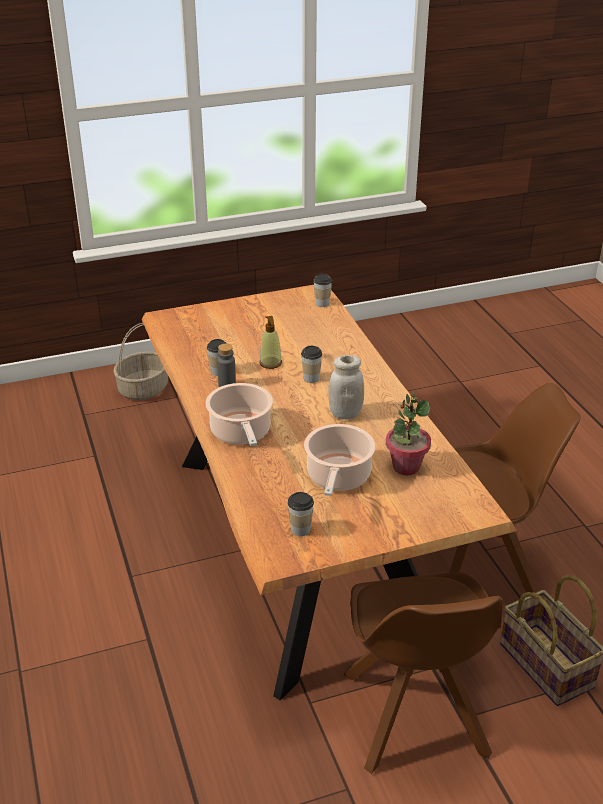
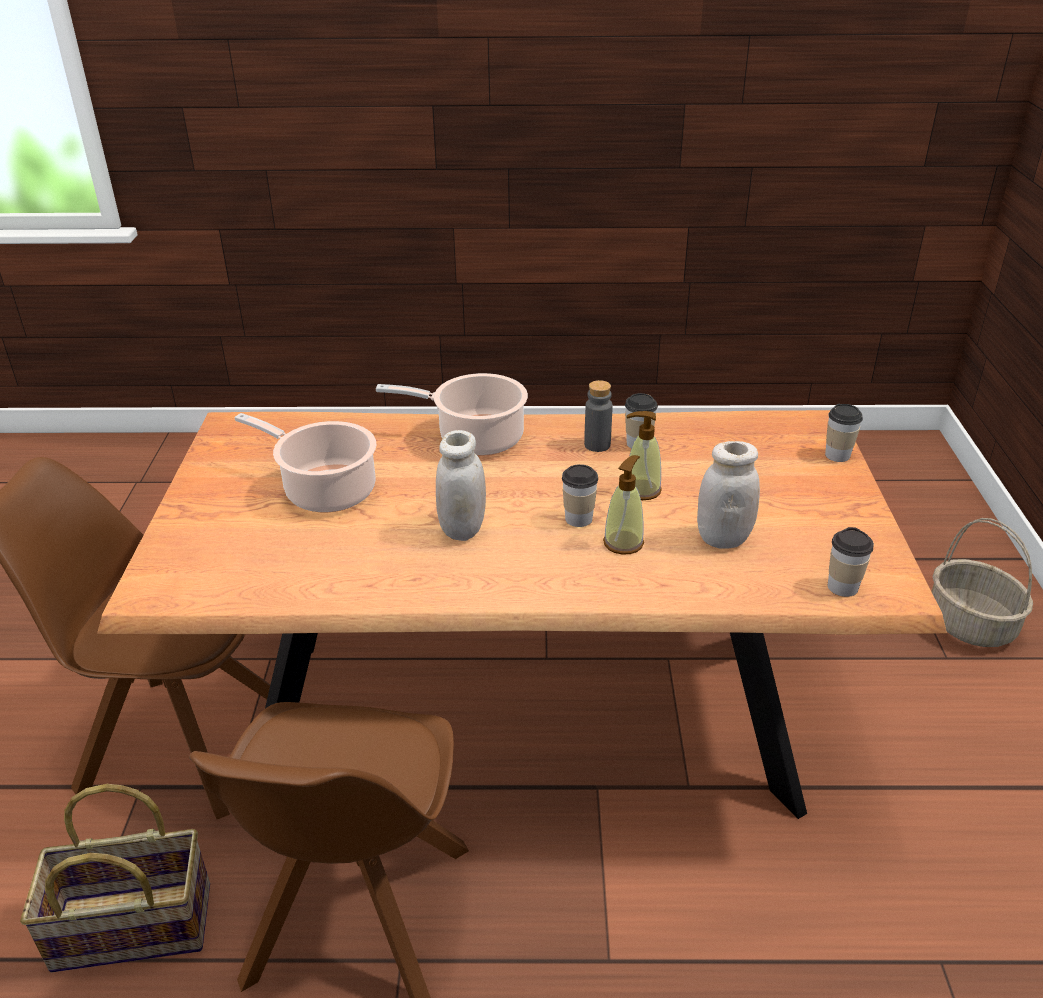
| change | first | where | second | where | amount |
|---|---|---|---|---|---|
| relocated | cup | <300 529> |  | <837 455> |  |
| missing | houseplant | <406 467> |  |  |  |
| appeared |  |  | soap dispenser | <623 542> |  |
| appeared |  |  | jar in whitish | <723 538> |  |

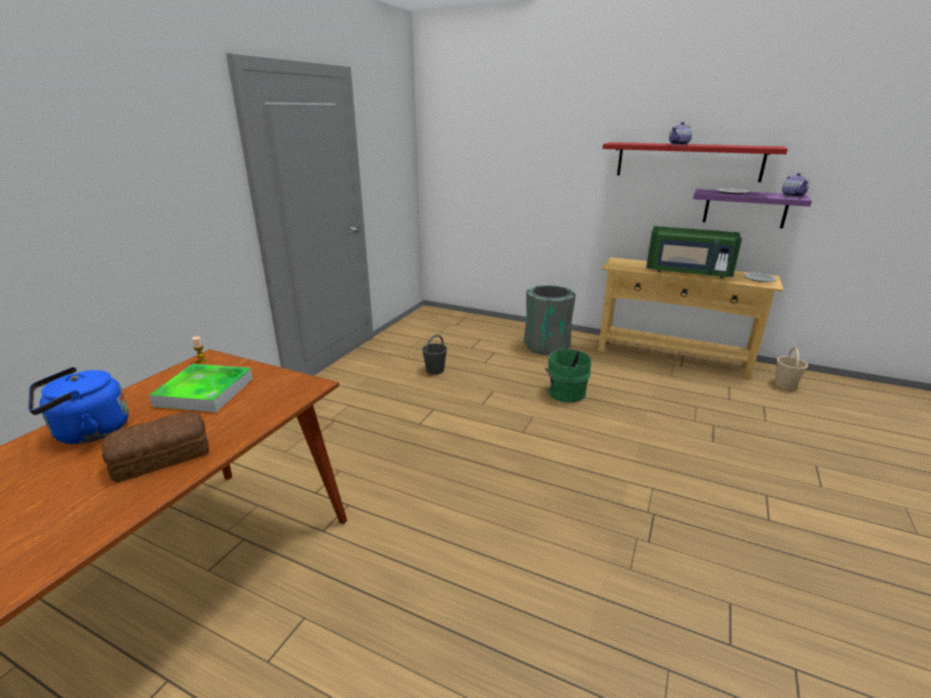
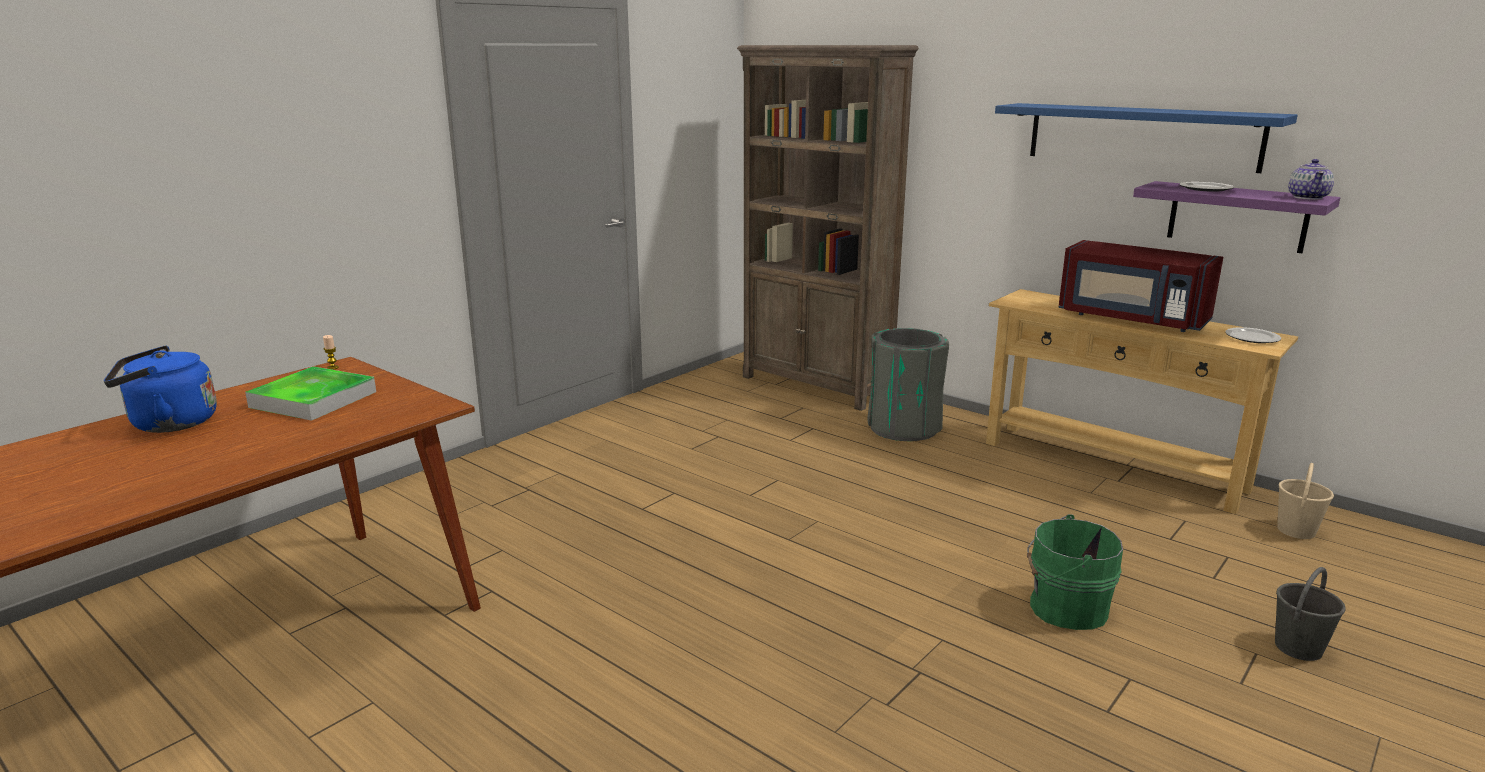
| change | first | where | second | where | amount |
|---|---|---|---|---|---|
| missing | baked bread | <163 457> |  |  |  |
| relocated | pail in gray | <435 370> |  | <1298 647> |  |
| relocated | pail in greenish | <564 392> |  | <1064 607> |  |
| colour | bracket shelf in red | <688 161> | bracket shelf in blue-coloured | <1141 136> |  |
| colour | microwave oven in greenish | <688 272> | microwave oven in red | <1131 319> |  |
| missing | pot for tea | <679 144> |  |  |  |
| appeared |  |  | shelving unit in brownish | <816 385> |  |

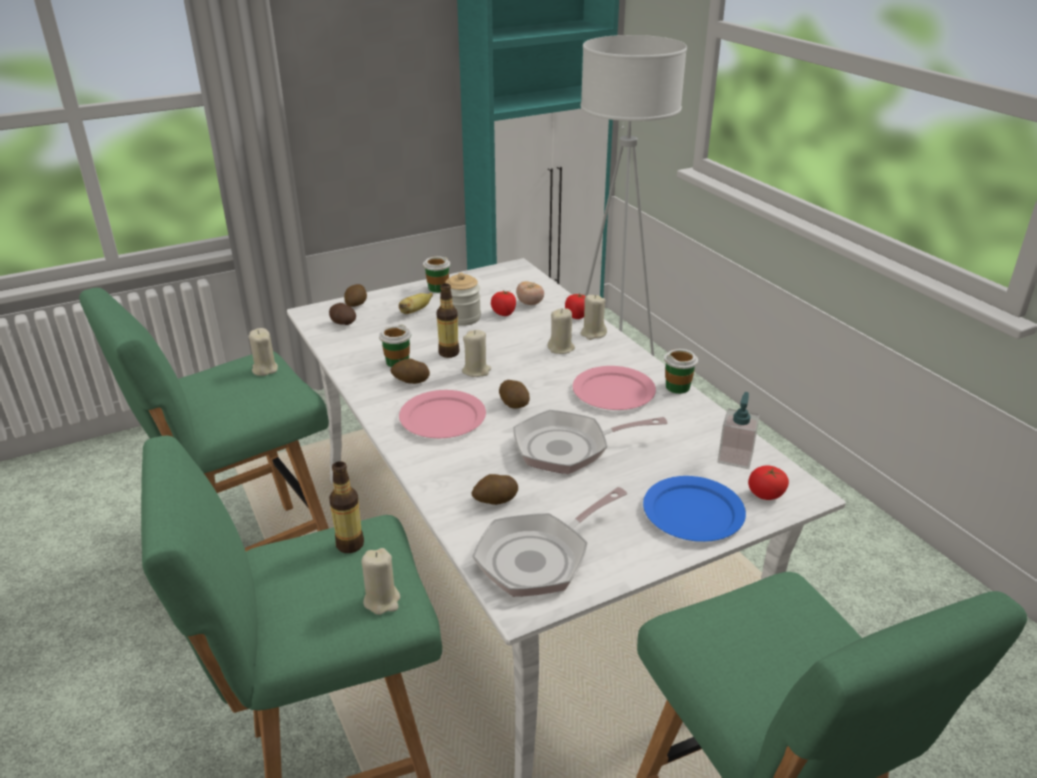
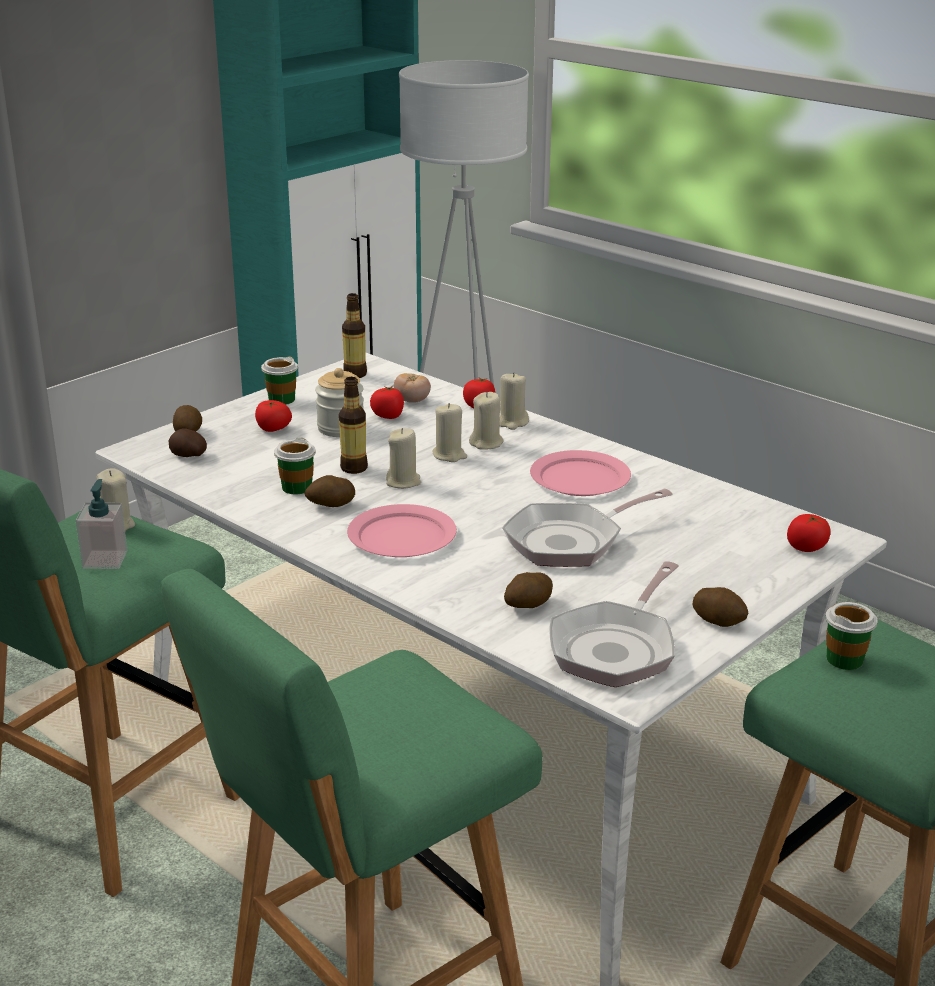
| change | first | where | second | where | amount |
|---|---|---|---|---|---|
| relocated | bottle | <350 544> |  | <355 374> |  |
| relocated | wax candle in beige-coloured | <382 600> |  | <449 455> |  |
| exchanged | banana | <415 311> | whole tomato | <273 429> |  |
| relocated | whole potato | <514 404> |  | <719 621> |  |
| missing | plate in blue-coloured | <693 512> |  |  |  |
| relocated | cup | <678 387> |  | <845 659> |  |
| relocated | soap dispenser | <735 457> |  | <105 559> |  |

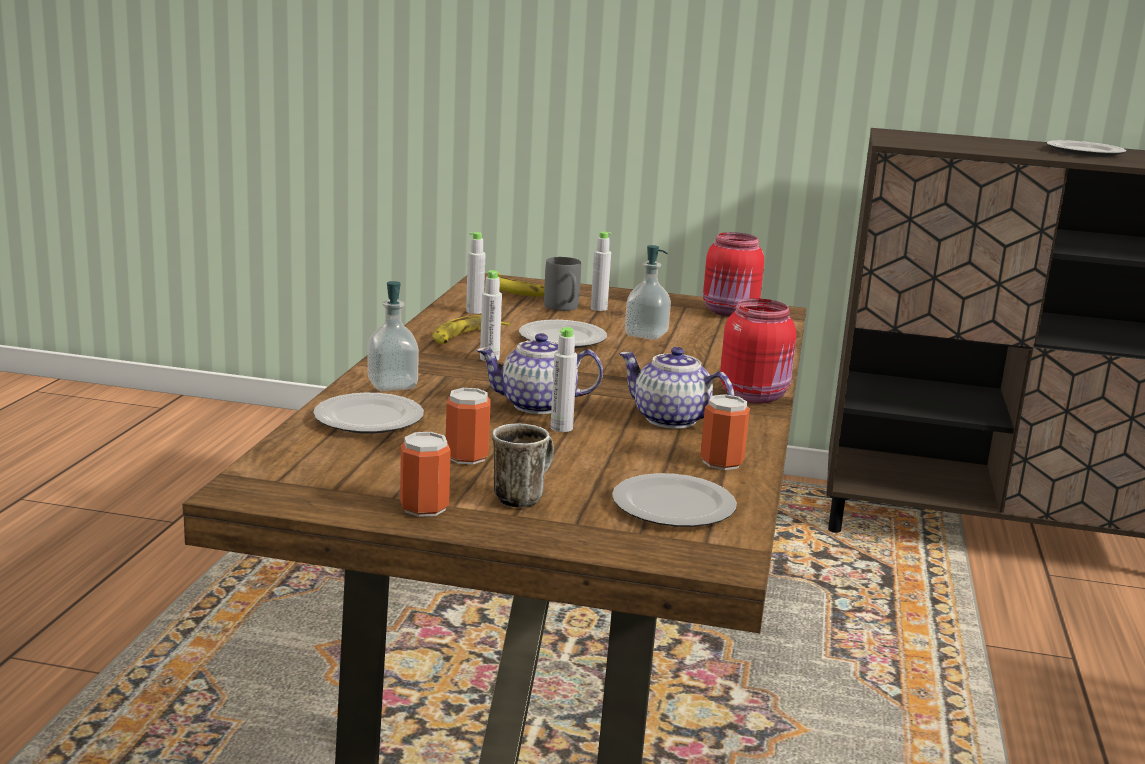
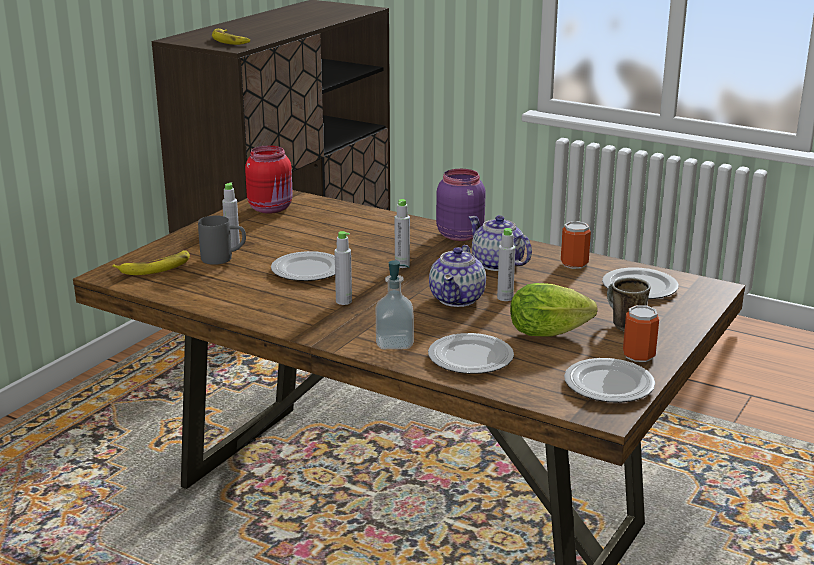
| change | first | where | second | where | amount |
|---|---|---|---|---|---|
| relocated | banana | <466 337> |  | <230 41> |  |
| exchanged | sealed can | <466 457> | head of lettuce | <552 333> |  |
| relocated | bottle in gray | <474 311> |  | <402 265> |  |
| spun | pot for tea | <671 419> |  | <497 264> | 90 degrees clockwise |
| missing | soap dispenser | <646 335> |  |  |  |
| colour | jar in red | <755 396> | jar in purple | <460 235> |  |
| relocated | plate | <1085 152> |  | <608 385> |  |

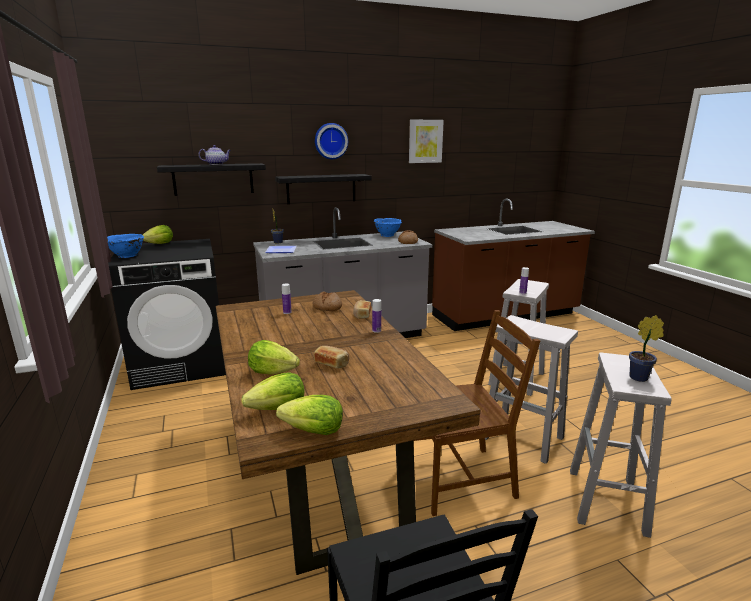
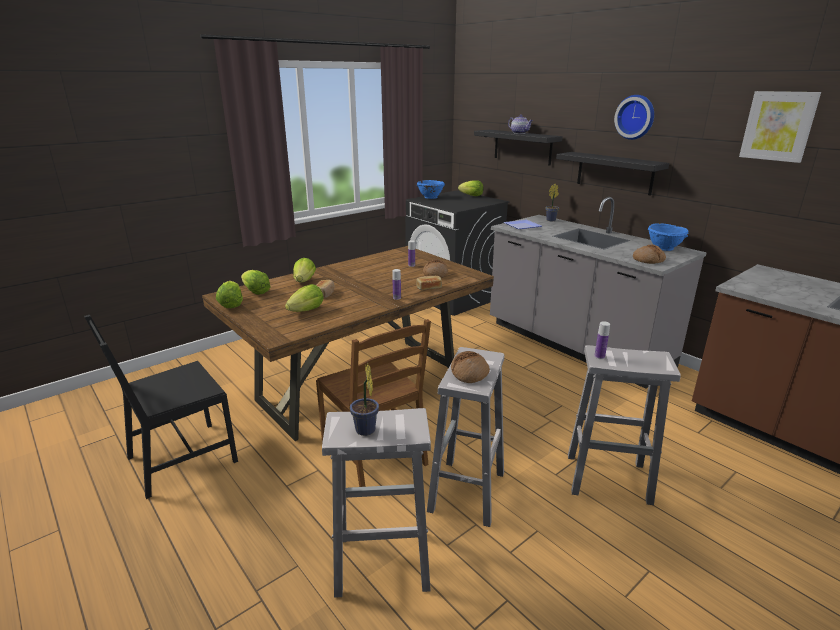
| change | first | where | second | where | amount |
|---|---|---|---|---|---|
| appeared |  |  | head of lettuce | <307 311> |  |
| appeared |  |  | baked bread | <469 373> |  |

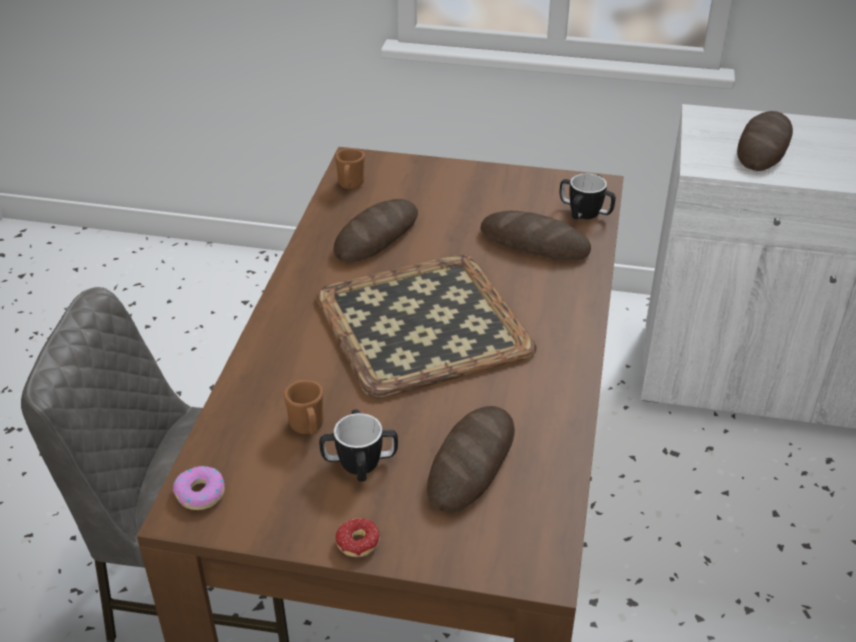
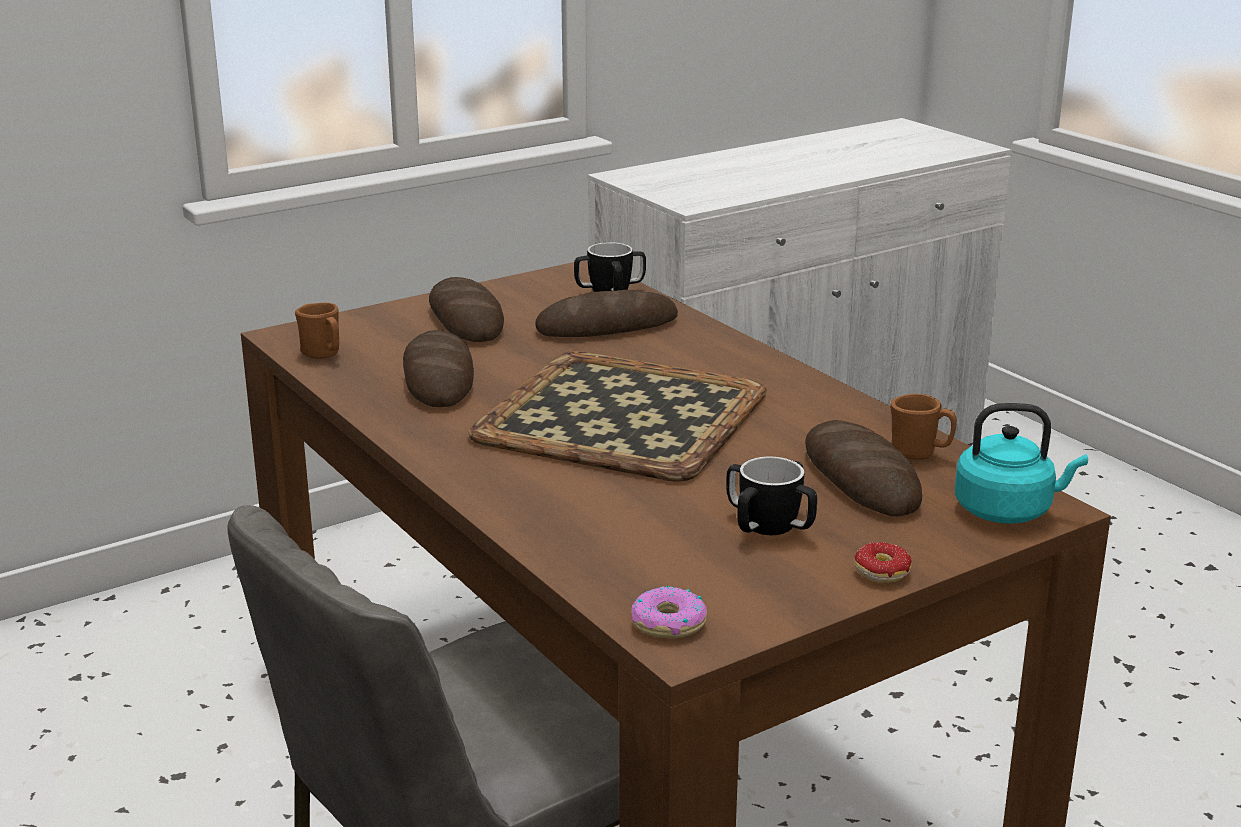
| change | first | where | second | where | amount |
|---|---|---|---|---|---|
| relocated | coffee mug in brownish | <308 427> |  | <919 453> |  |
| relocated | baked bread | <763 147> |  | <466 319> |  |
| appeared |  |  | kettle in turquoise | <1008 511> |  |

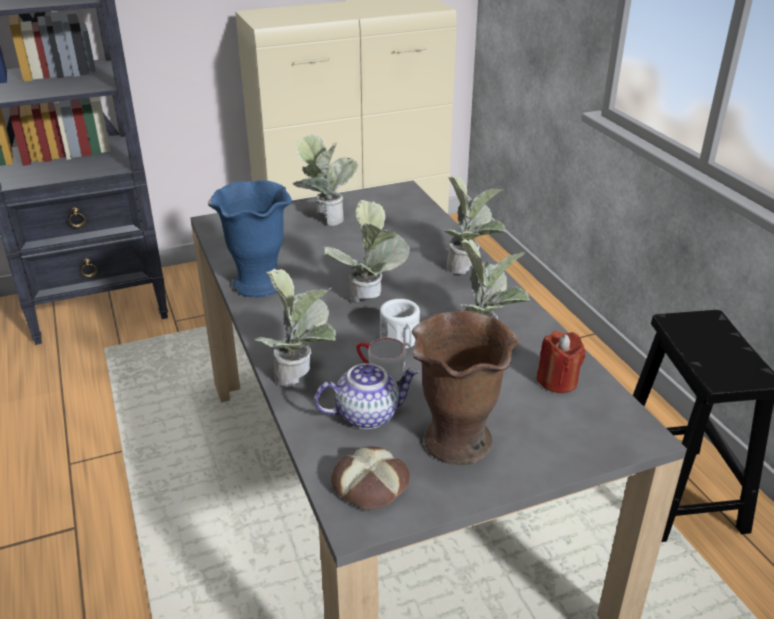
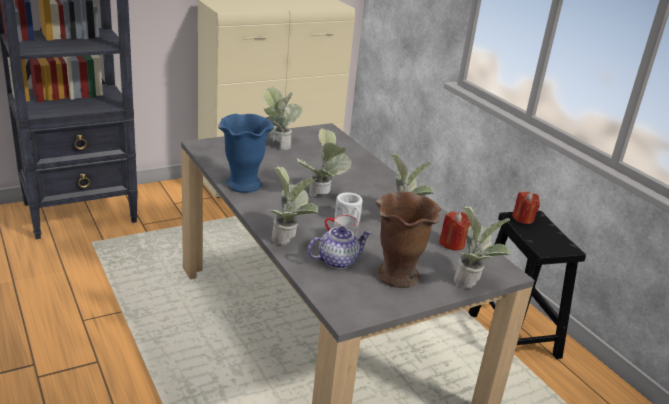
| change | first | where | second | where | amount |
|---|---|---|---|---|---|
| missing | baked bread | <371 486> |  |  |  |
| relocated | houseplant | <468 269> |  | <472 282> |  |
| appeared |  |  | wax candle in red | <523 218> |  |

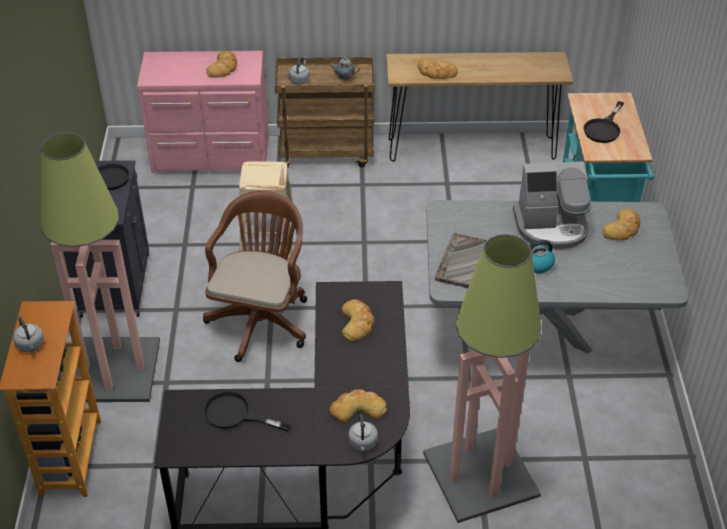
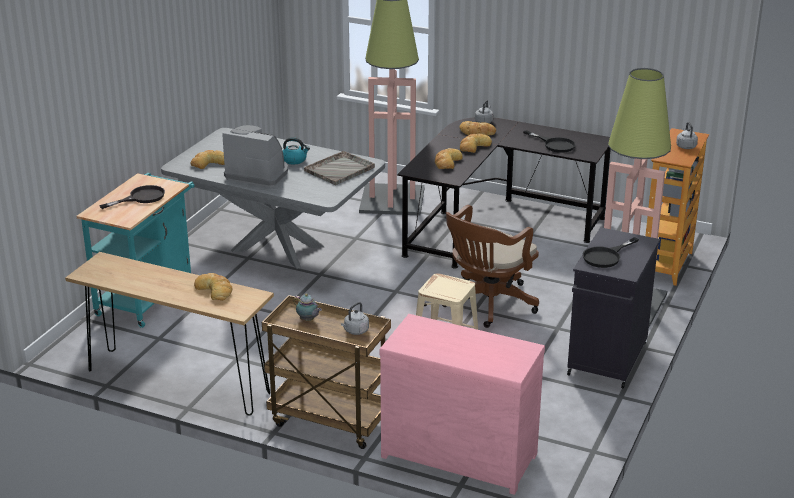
| change | first | where | second | where | amount |
|---|---|---|---|---|---|
| relocated | baked bread | <223 68> |  | <473 146> |  |

